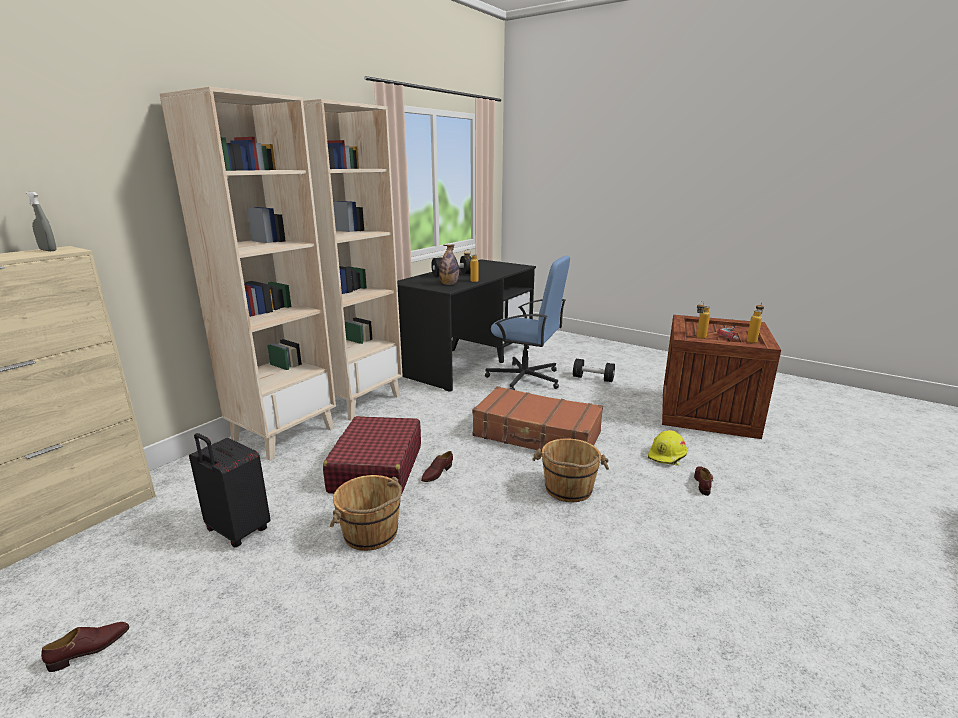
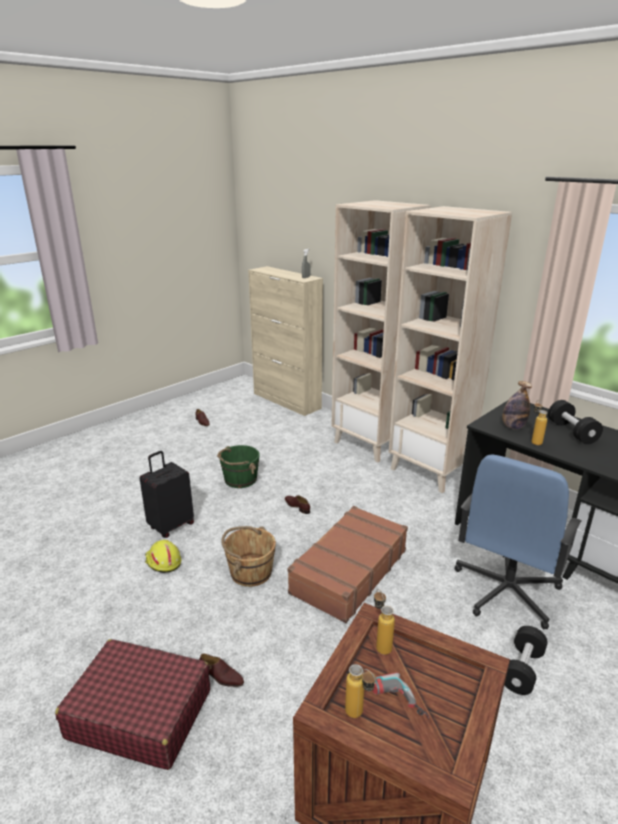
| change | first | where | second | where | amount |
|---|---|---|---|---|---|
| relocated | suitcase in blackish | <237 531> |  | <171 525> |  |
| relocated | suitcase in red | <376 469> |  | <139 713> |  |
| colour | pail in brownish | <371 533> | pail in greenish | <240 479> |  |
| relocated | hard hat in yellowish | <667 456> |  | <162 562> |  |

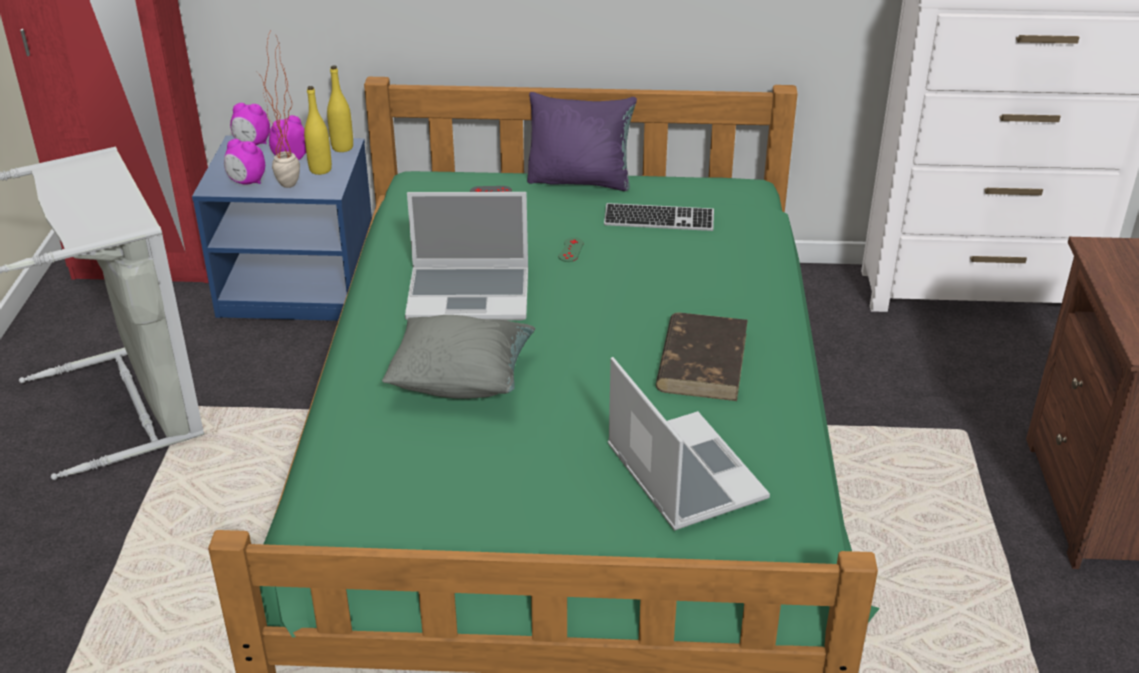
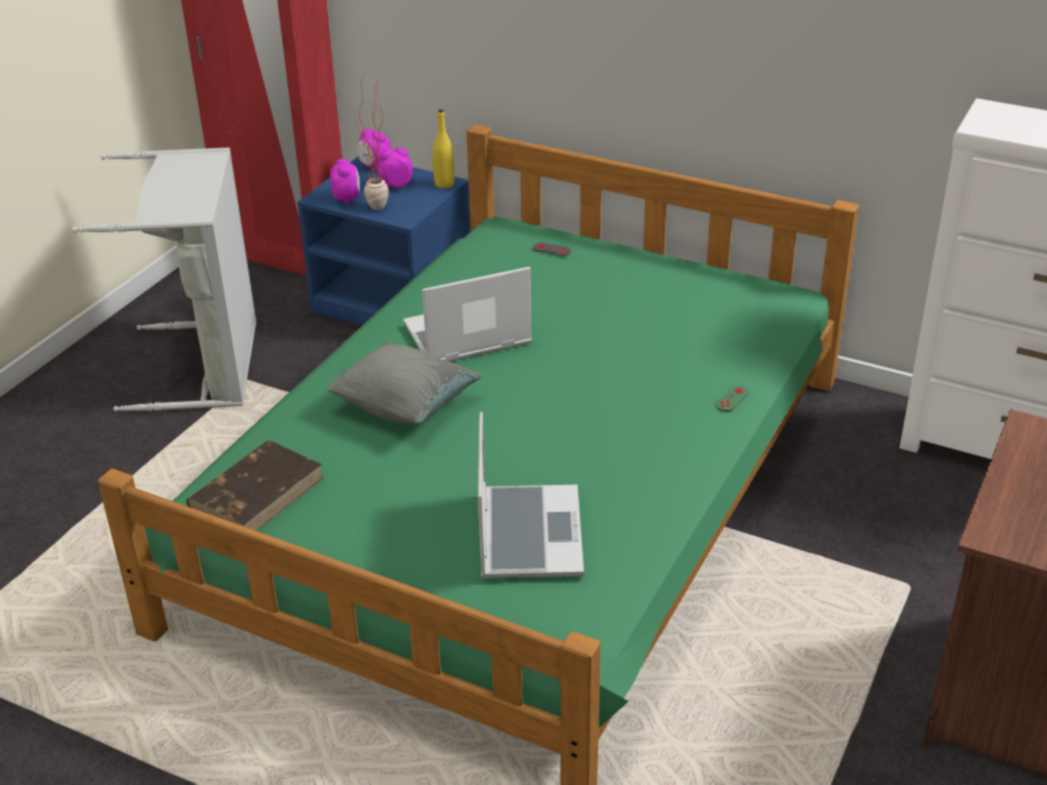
| change | first | where | second | where | amount |
|---|---|---|---|---|---|
| spun | alarm clock | <247 182> |  | <347 199> | 150 degrees counterclockwise |
| missing | bottle in yellowish | <320 170> |  |  |  |
| spun | notebook computer | <470 295> |  | <466 336> | 135 degrees clockwise |
| missing | pillow in purple | <580 180> |  |  |  |
| relocated | gamepad in greenish | <570 250> |  | <731 398> |  |
| missing | PC keyboard | <659 220> |  |  |  |
| relocated | volume in brownish | <702 361> |  | <257 492> |  |

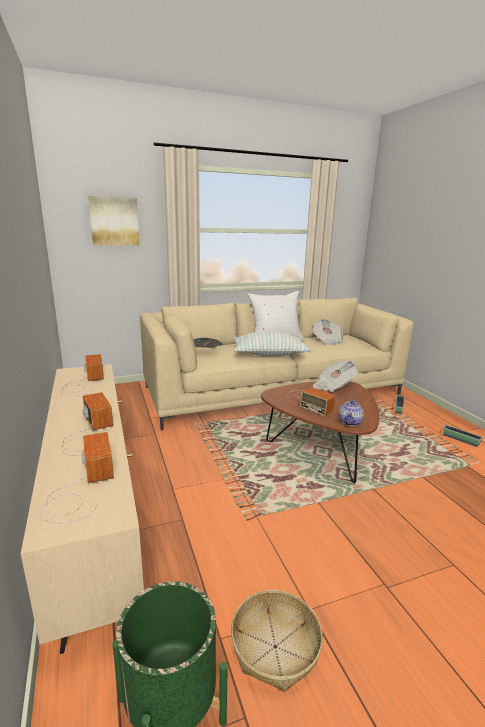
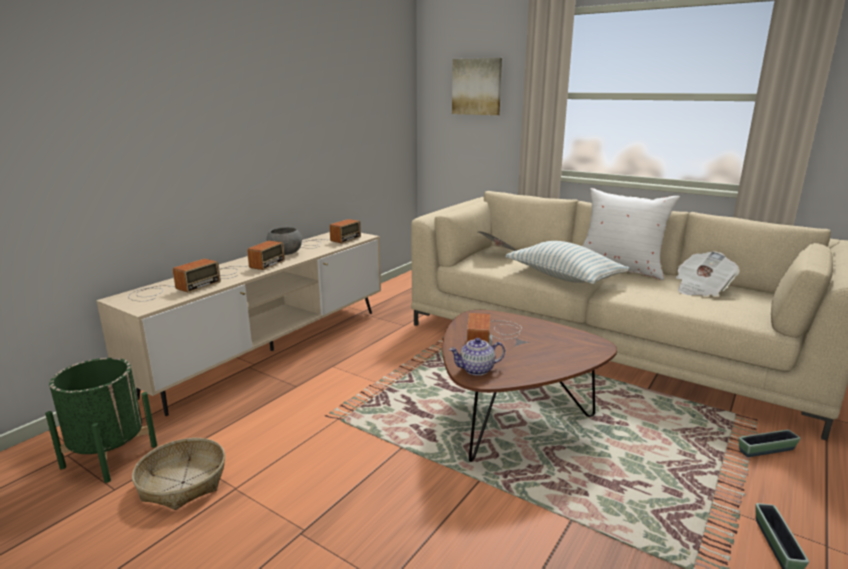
| change | first | where | second | where | amount |
|---|---|---|---|---|---|
| missing | daily paper | <333 386> |  |  |  |
| appeared |  |  | serving bowl in gray | <285 253> |  |

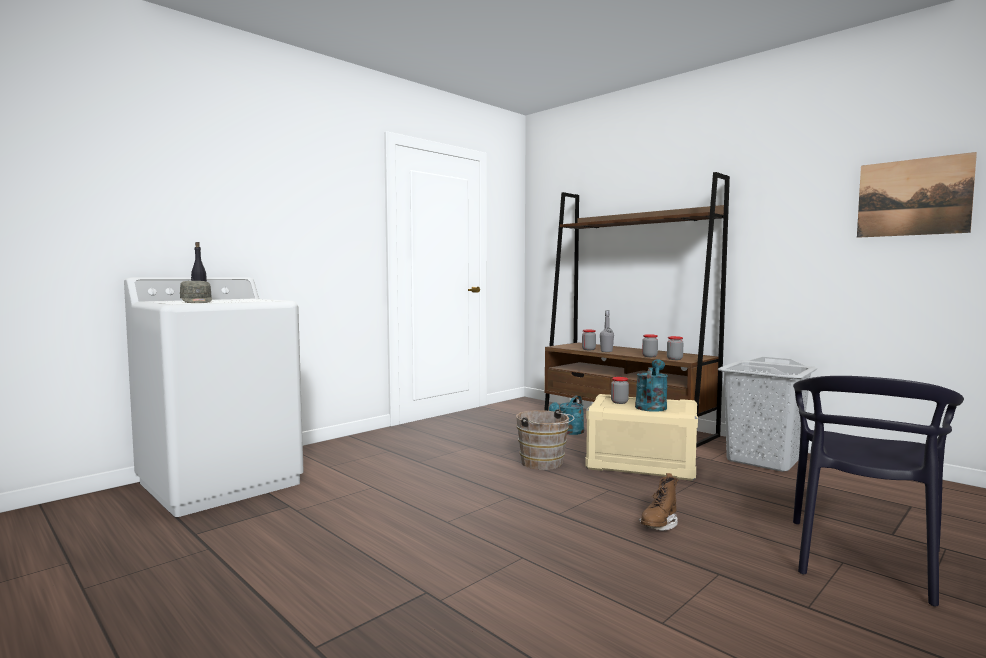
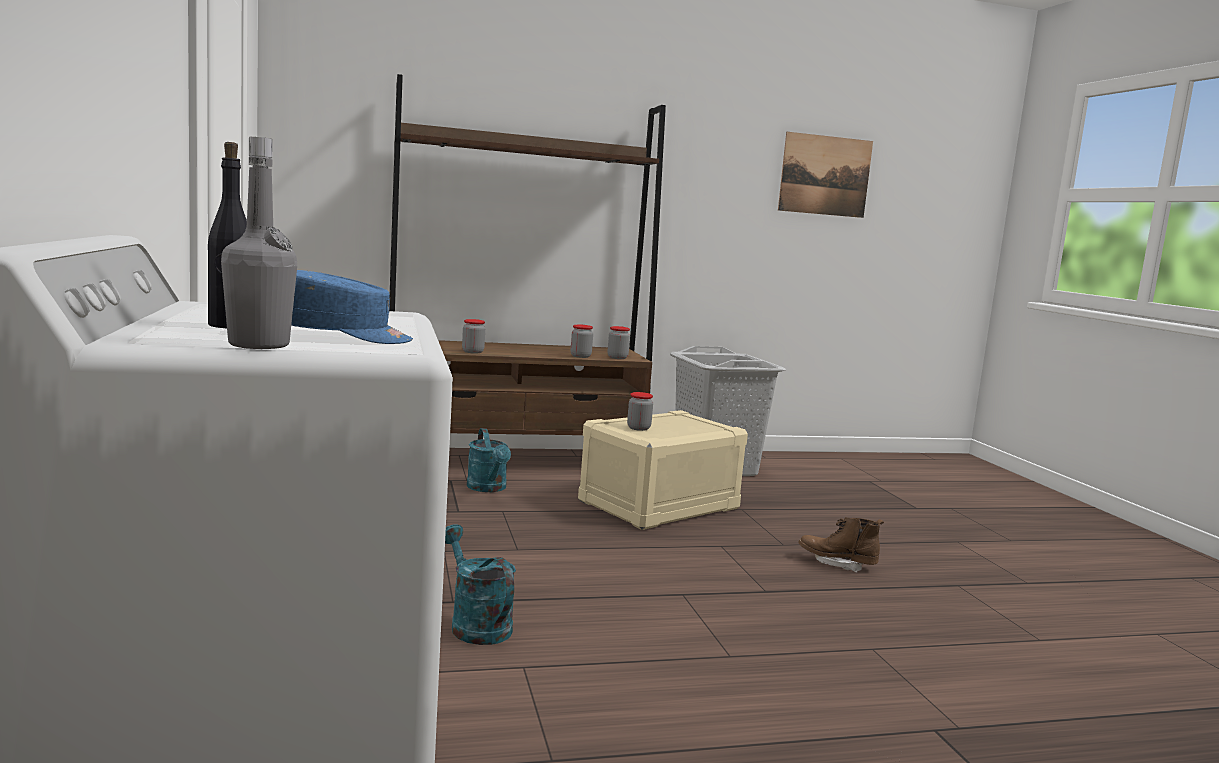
| change | first | where | second | where | amount |
|---|---|---|---|---|---|
| colour | cap in gray | <196 302> | cap in blue-coloured | <345 337> |  |
| missing | pail in brownish | <544 463> |  |  |  |
| relocated | bottle in gray | <606 351> |  | <259 345> |  |
| relocated | sprinkling can in turquoise | <651 406> |  | <475 624> |  |
| spun | boot in brownish | <659 525> |  | <837 563> | 135 degrees clockwise |
| missing | plain chair in blackish | <862 559> |  |  |  |

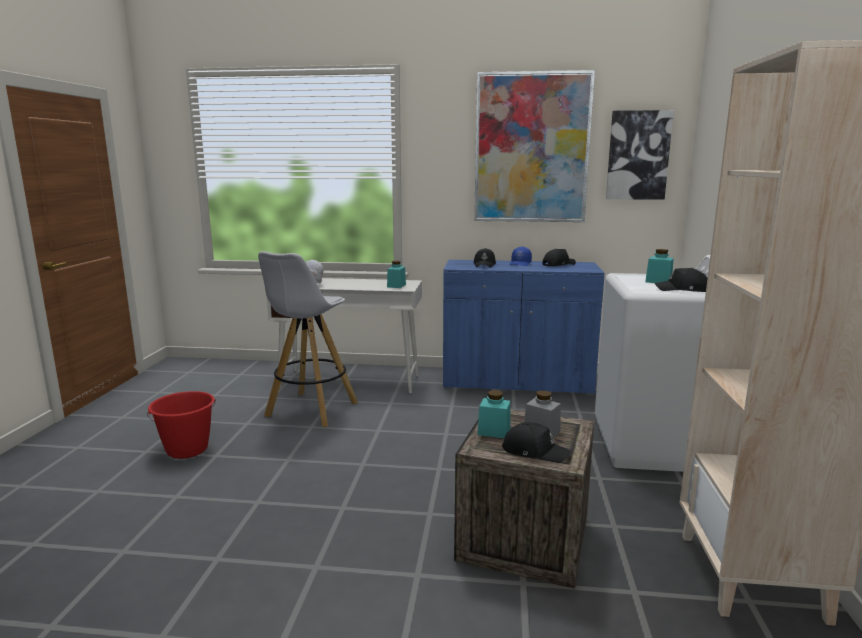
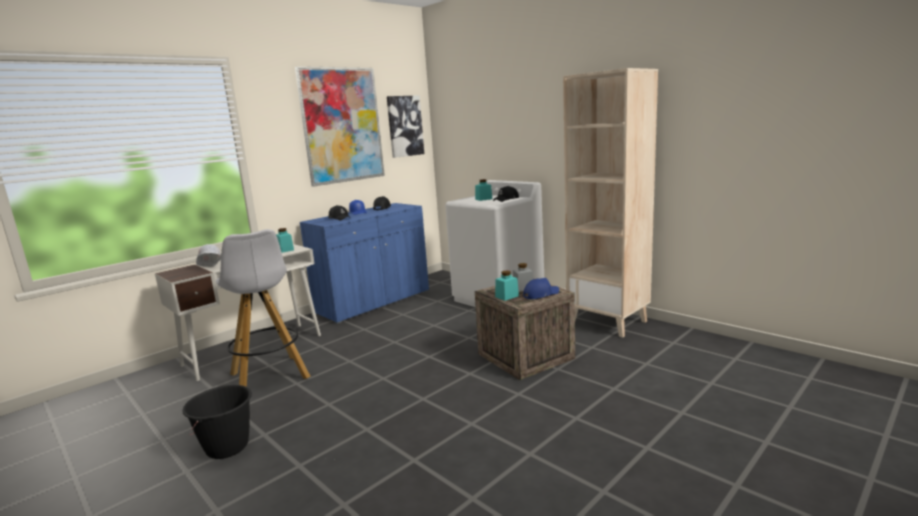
| change | first | where | second | where | amount |
|---|---|---|---|---|---|
| colour | pail in red | <187 450> | pail in blackish | <227 447> |  |
| colour | cap in blackish | <534 451> | cap in blue-coloured | <540 294> |  |

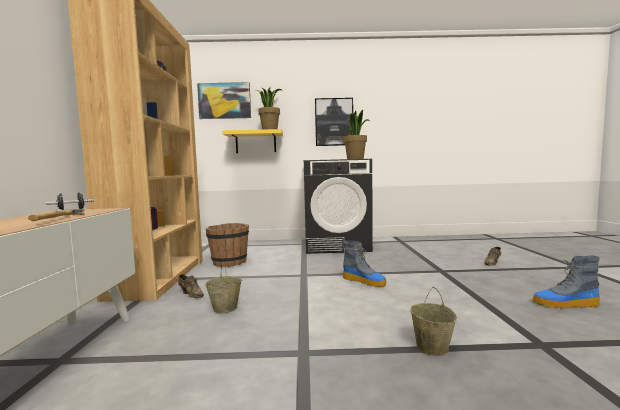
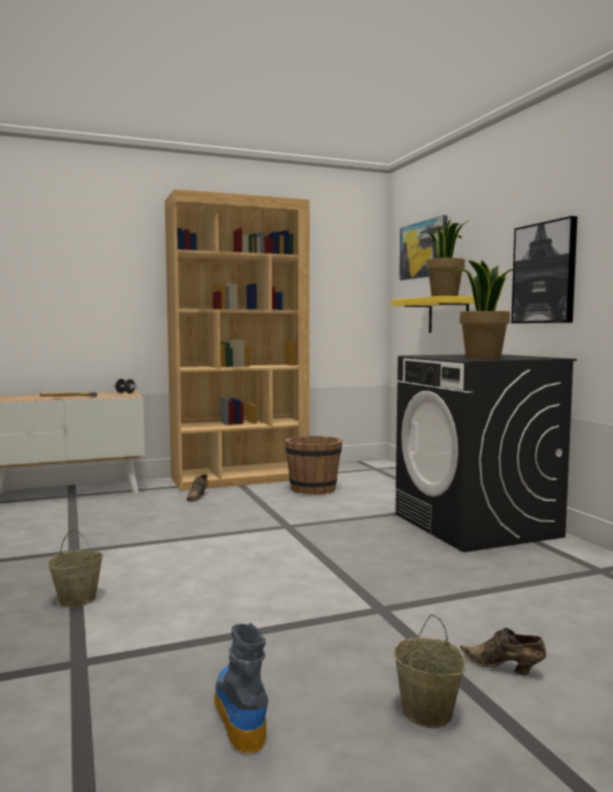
| change | first | where | second | where | amount |
|---|---|---|---|---|---|
| relocated | pail in beige-coloured | <225 308> |  | <428 713> |  |
| missing | boot | <364 281> |  |  |  |

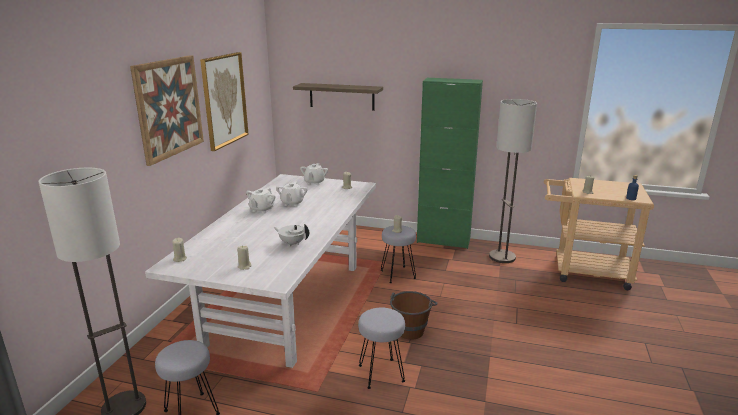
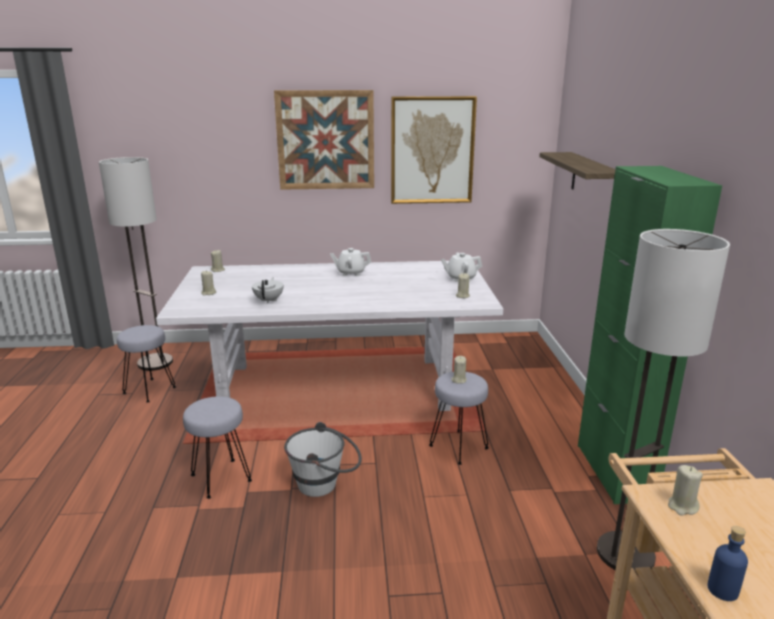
| change | first | where | second | where | amount |
|---|---|---|---|---|---|
| missing | pot for tea in whitish | <292 203> |  |  |  |
| colour | pail in brownish | <411 328> | pail in whitish | <325 484> |  |

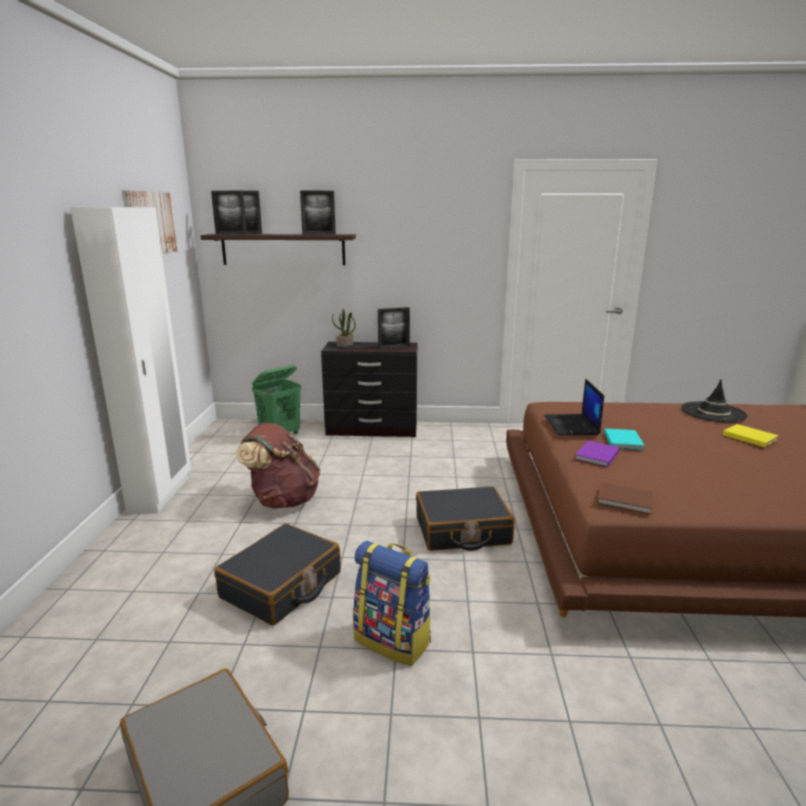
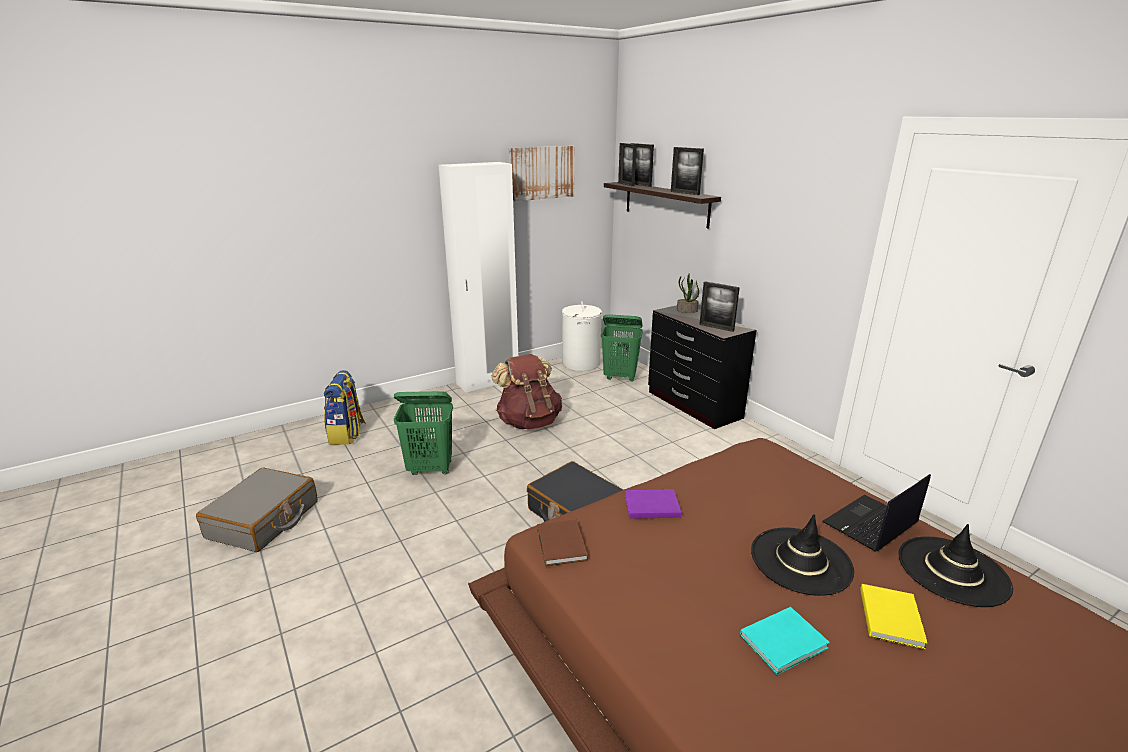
| change | first | where | second | where | amount |
|---|---|---|---|---|---|
| exchanged | suitcase in blackish | <282 586> | washing basket in greenish | <430 468> |  |
| relocated | backpack | <393 640> |  | <347 434> |  |
| relocated | notebook computer | <572 425> |  | <870 524> |  |
| relocated | volume in turquoise | <623 441> |  | <785 642> |  |
| appeared |  |  | washing basket in whitish | <581 364> |  |
| appeared |  |  | hat in blackish | <800 560> |  |

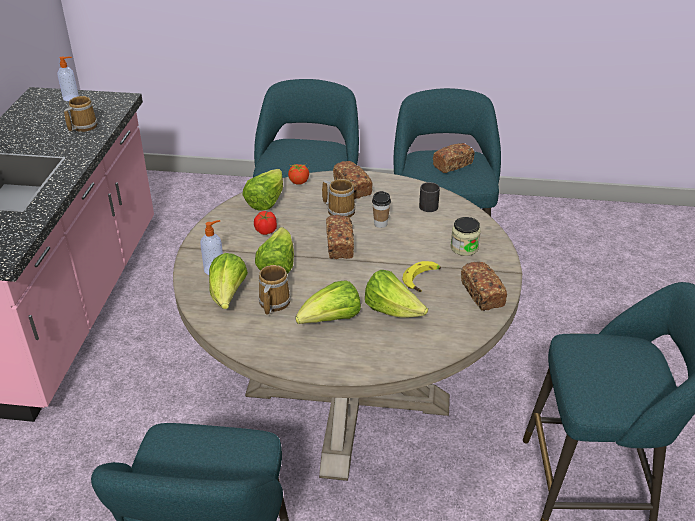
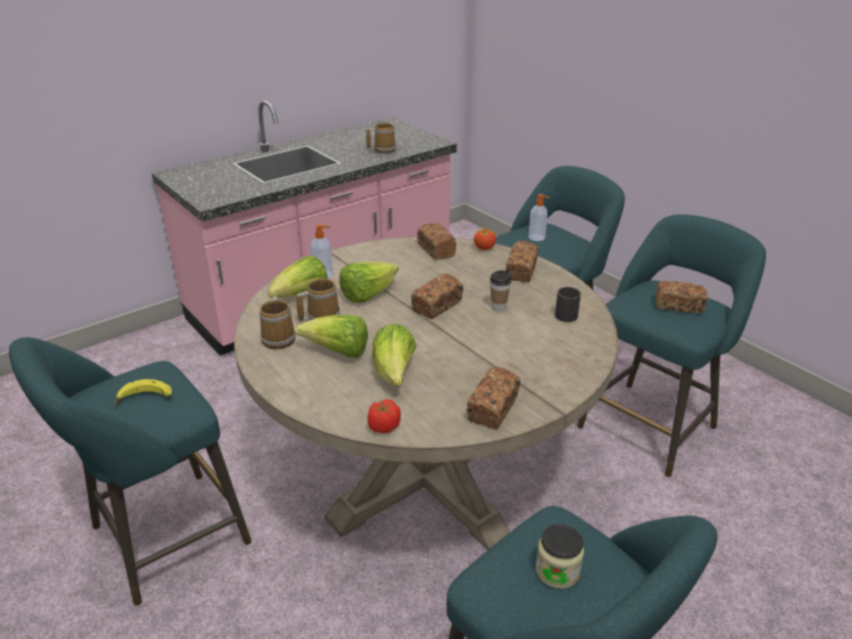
| change | first | where | second | where | amount |
|---|---|---|---|---|---|
| relocated | soap dispenser | <71 97> |  | <537 238> |  |
| exchanged | head of lettuce | <266 201> | baked bread | <436 250> |  |
| relocated | whole tomato | <265 230> |  | <383 426> |  |
| relocated | coffee mug | <340 210> |  | <280 338> |  |
| relocated | banana | <423 280> |  | <145 400> |  |
| relocated | jar | <464 248> |  | <557 571> |  |

